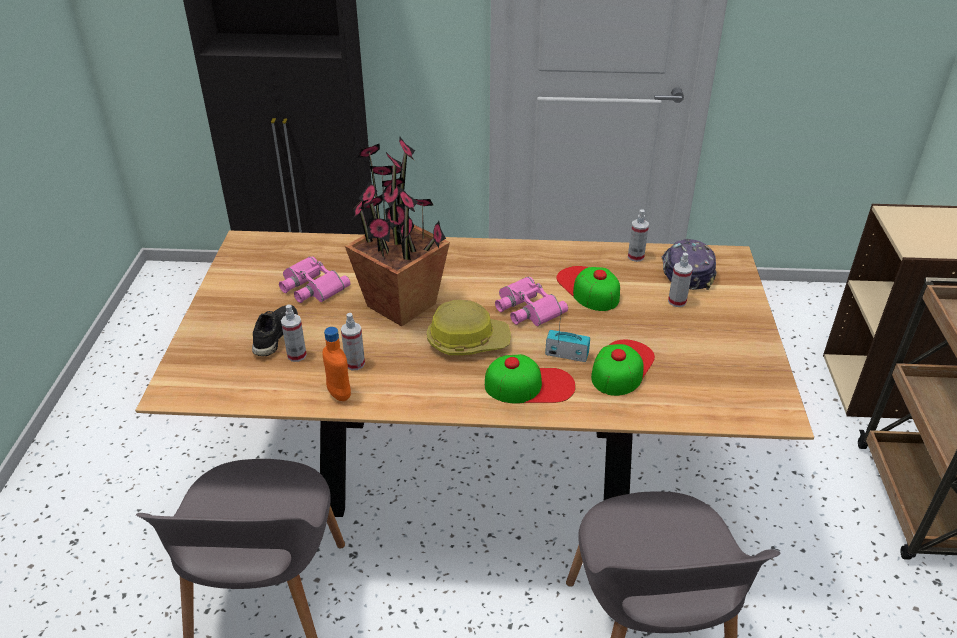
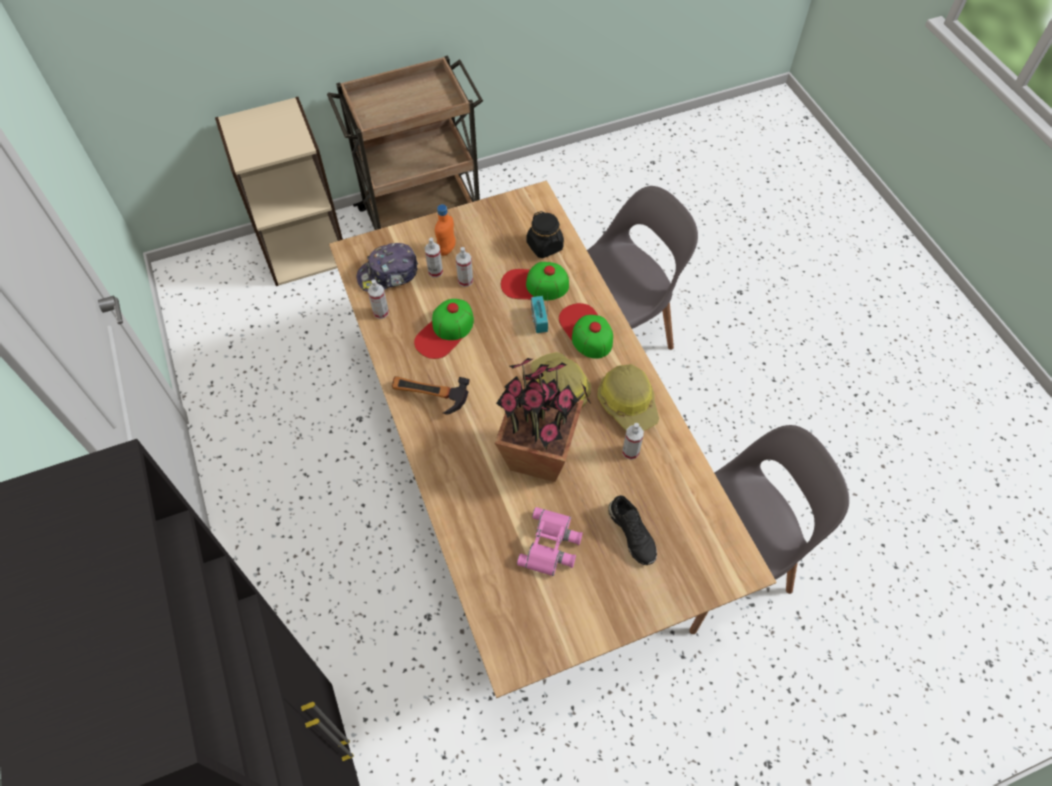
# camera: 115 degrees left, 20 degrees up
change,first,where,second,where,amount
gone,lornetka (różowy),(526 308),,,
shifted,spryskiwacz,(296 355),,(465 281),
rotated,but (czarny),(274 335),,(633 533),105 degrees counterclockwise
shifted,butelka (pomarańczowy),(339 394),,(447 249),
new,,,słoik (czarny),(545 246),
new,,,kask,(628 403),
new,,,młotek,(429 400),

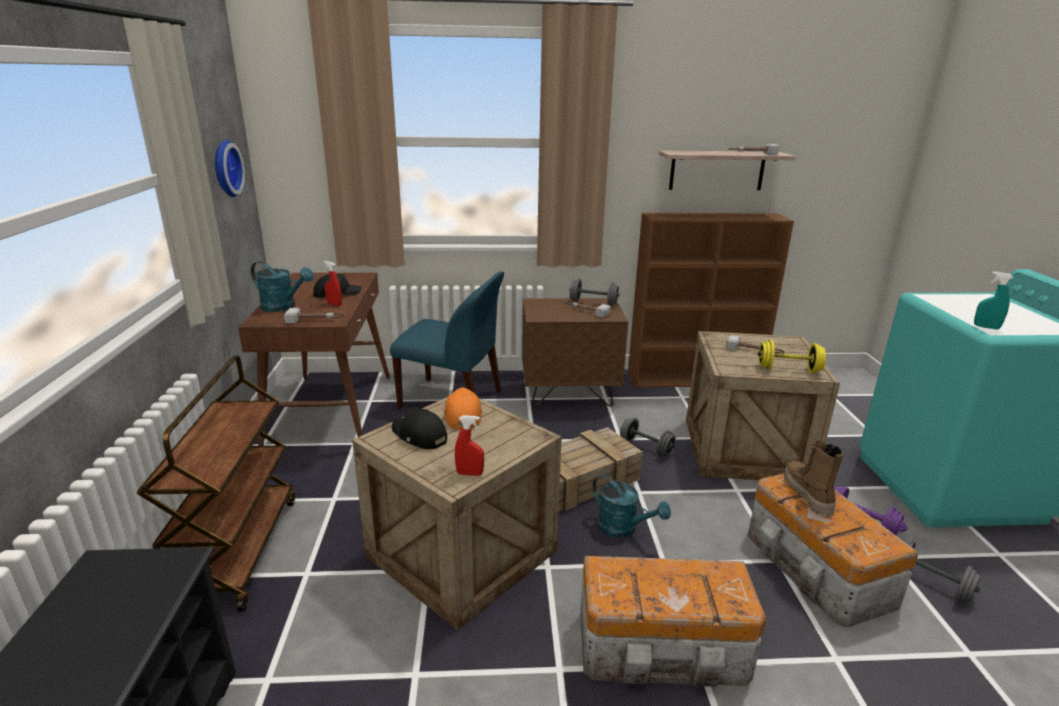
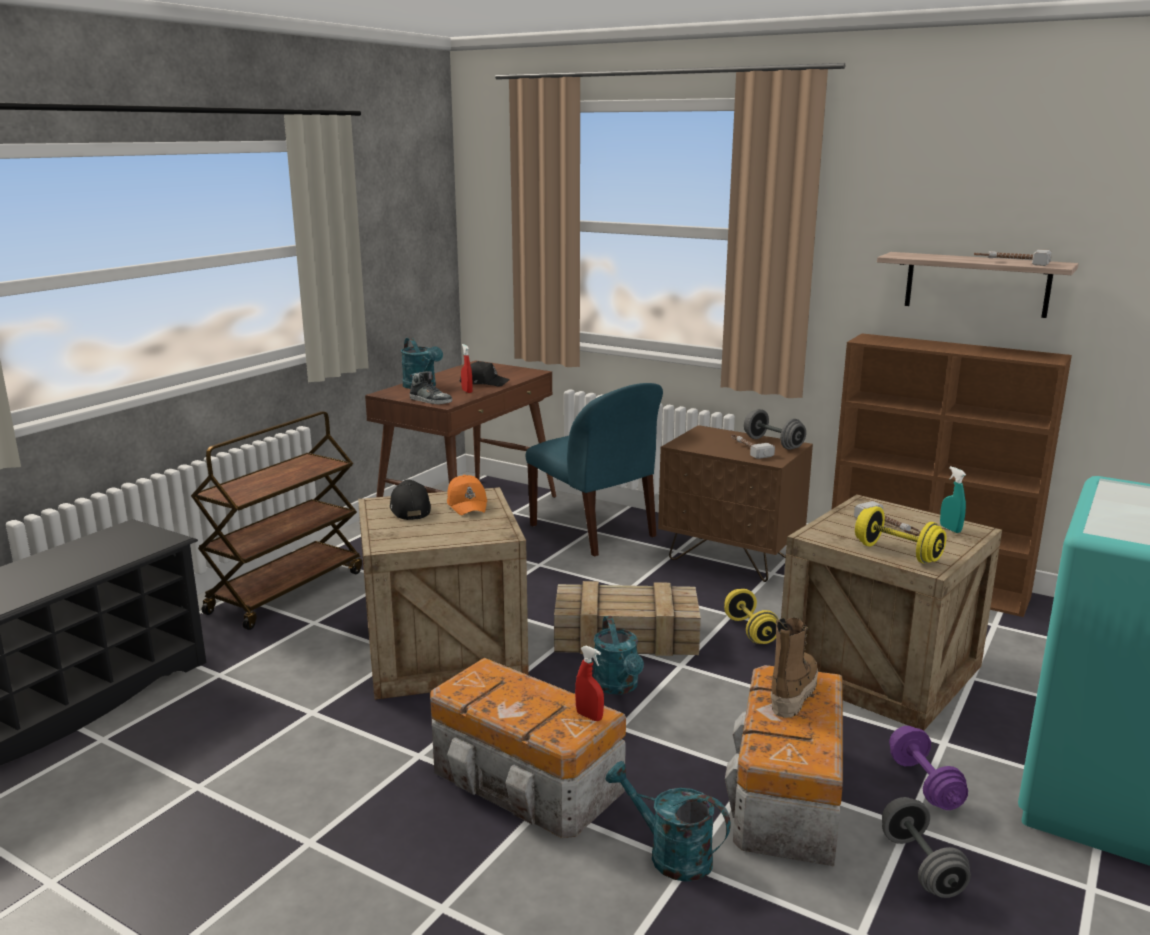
# camera: 35 degrees right, 5 degrees down
change,first,where,second,where,amount
gone,zegar ścienny,(224 168),,,
shifted,spryskiwacz (turkusowy),(986 327),,(950 529),
swapped,młotek,(315 320),but,(430 400),
rotated,czapka z daszkiem (pomarańczowy),(462 415),,(467 504),135 degrees clockwise
shifted,spryskiwacz (czerwony),(469 473),,(589 716),
repainted,hantel (szary),(646 447),hantel (żółty),(750 631),
new,,,konewka (turkusowy),(670 855),

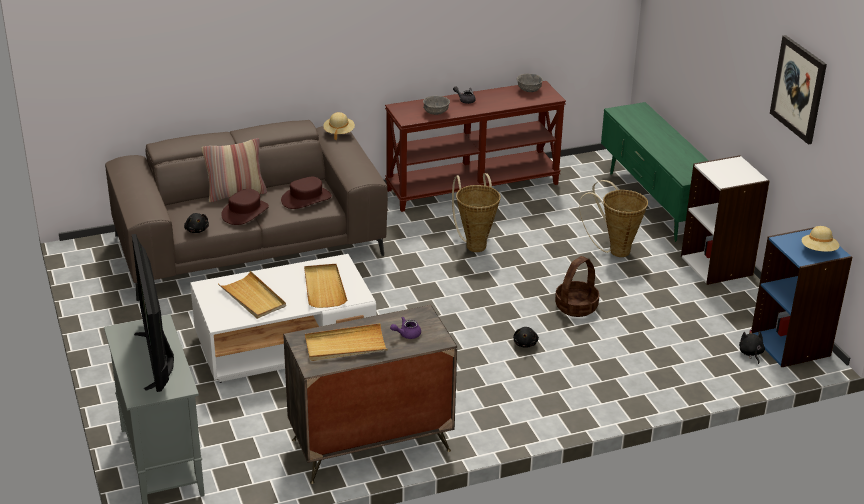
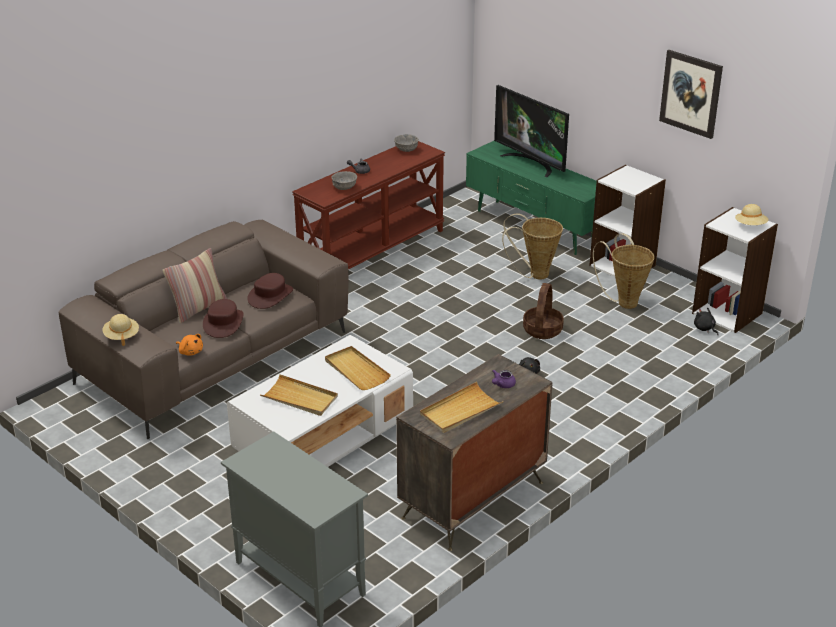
# camera: 25 degrees left, 0 degrees up
change,first,where,second,where,amount
shifted,kapelusz (beżowy),(339 132),,(121 336),
shifted,koszyk,(475 244),,(624 301),
repainted,pluszak (czarny),(197 230),pluszak (pomarańczowy),(190 352),
repainted,regał (niebieski),(791 345),regał (biały),(727 313),
shifted,telewizor,(158 358),,(531 163),

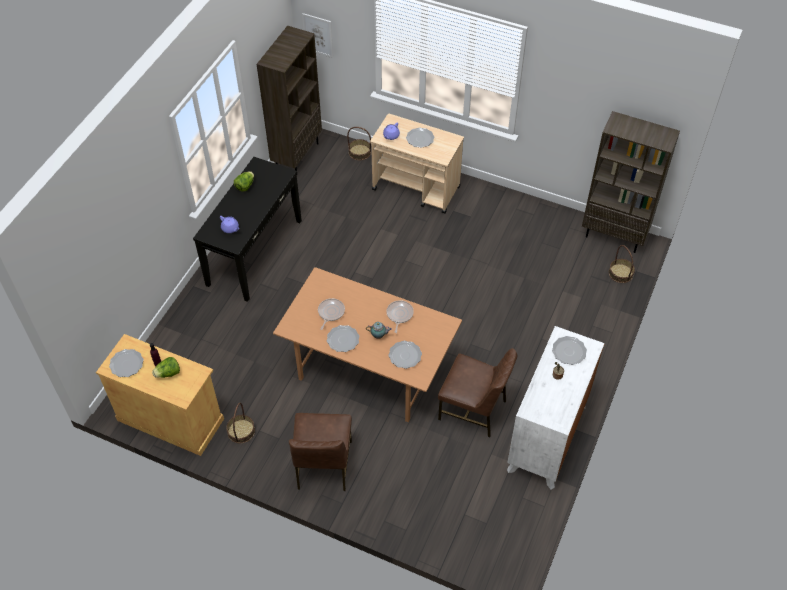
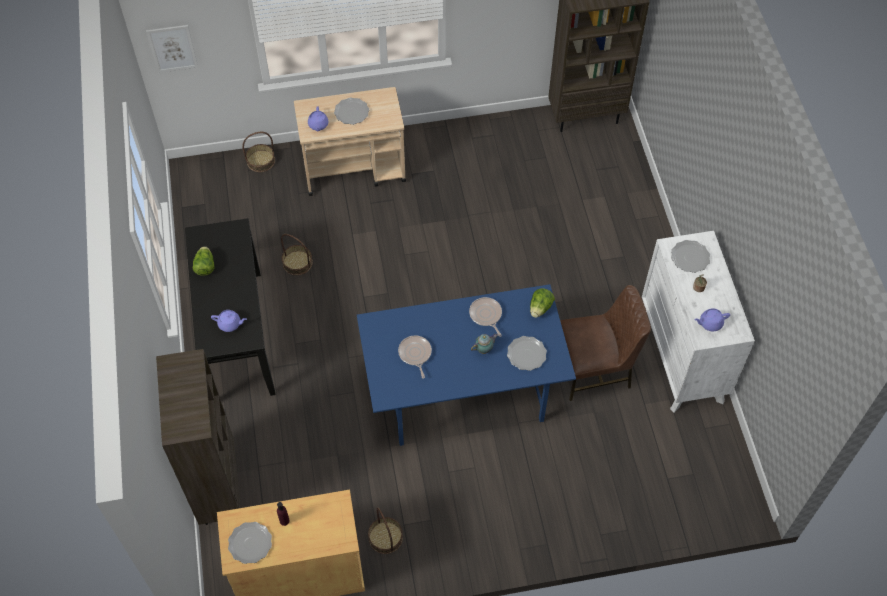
# camera: 35 degrees left, 5 degrees up
change,first,where,second,where,amount
shifted,regał (brązowy),(297 155),,(218 488),
shifted,koszyk,(621 273),,(297 262),
repainted,stół jadalny (brązowy),(368 370),stół jadalny (niebieski),(462 392),
gone,talerz,(343 339),,,
shifted,sałata,(168 373),,(540 308),
gone,krzesło (brązowy),(323 466),,,
new,,,imbryk (fioletowy),(710 323),

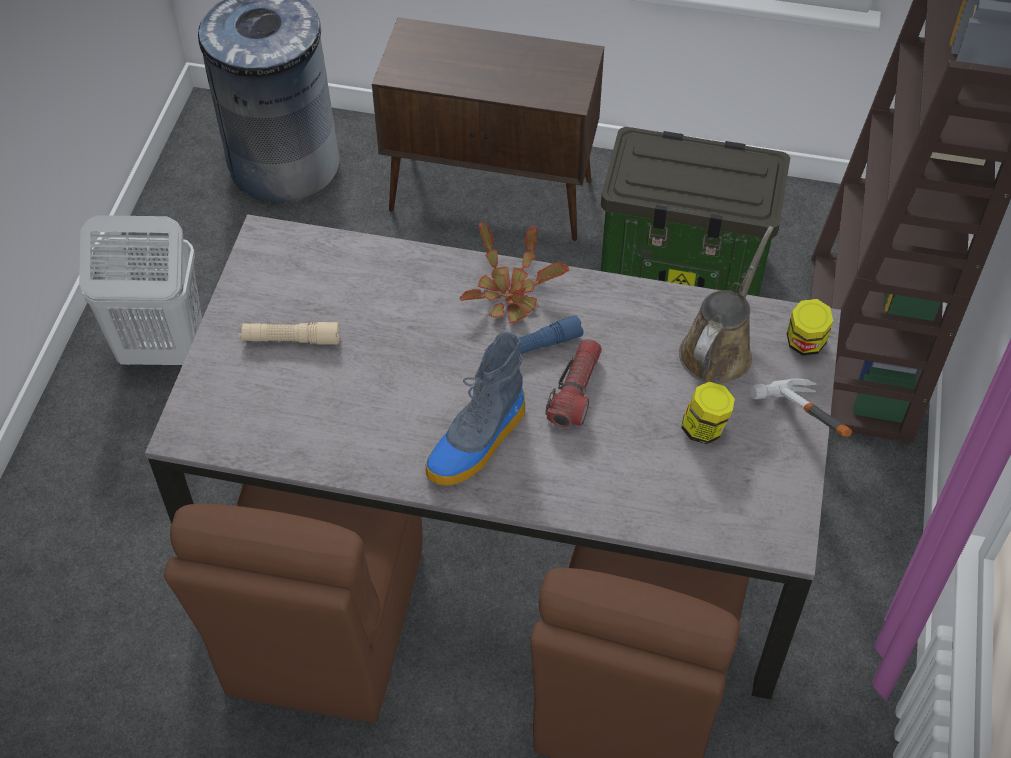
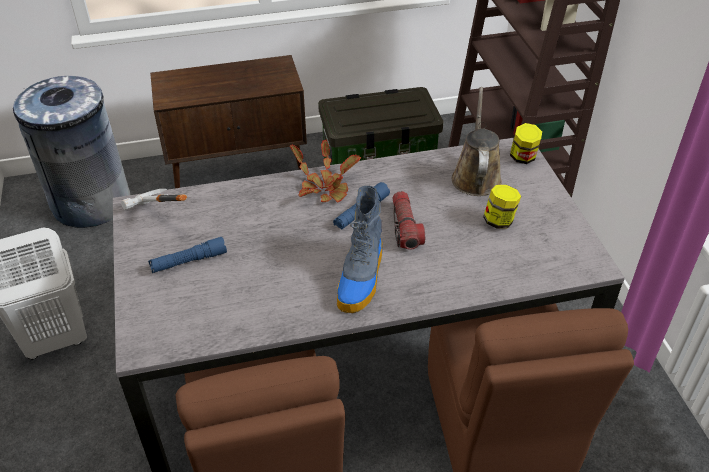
# camera: 25 degrees left, 10 degrees down
change,first,where,second,where,amount
repainted,latarka (beżowy),(290 339),latarka (niebieski),(189 261),
shifted,młotek,(791 429),,(157 220),

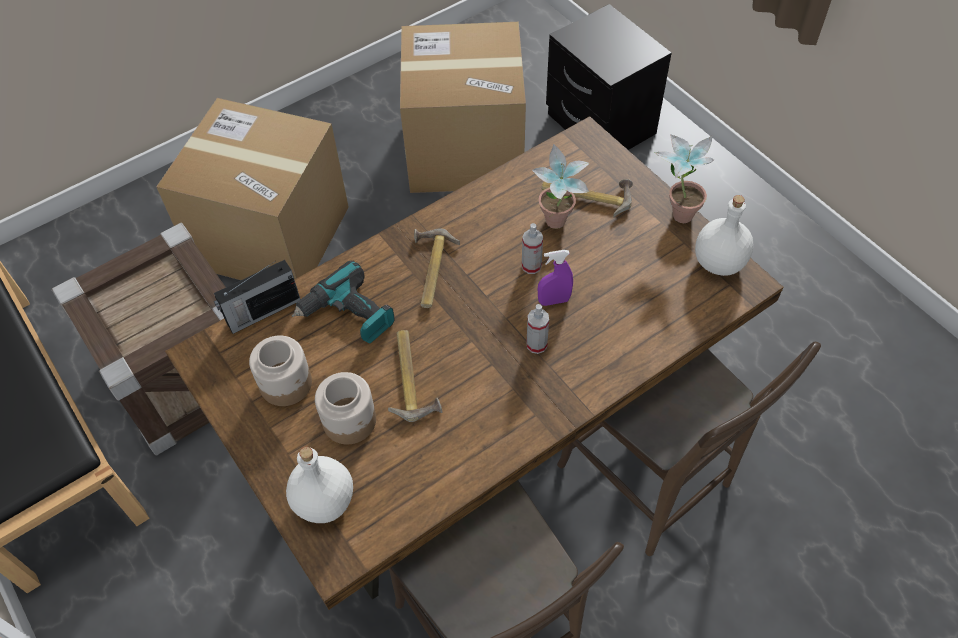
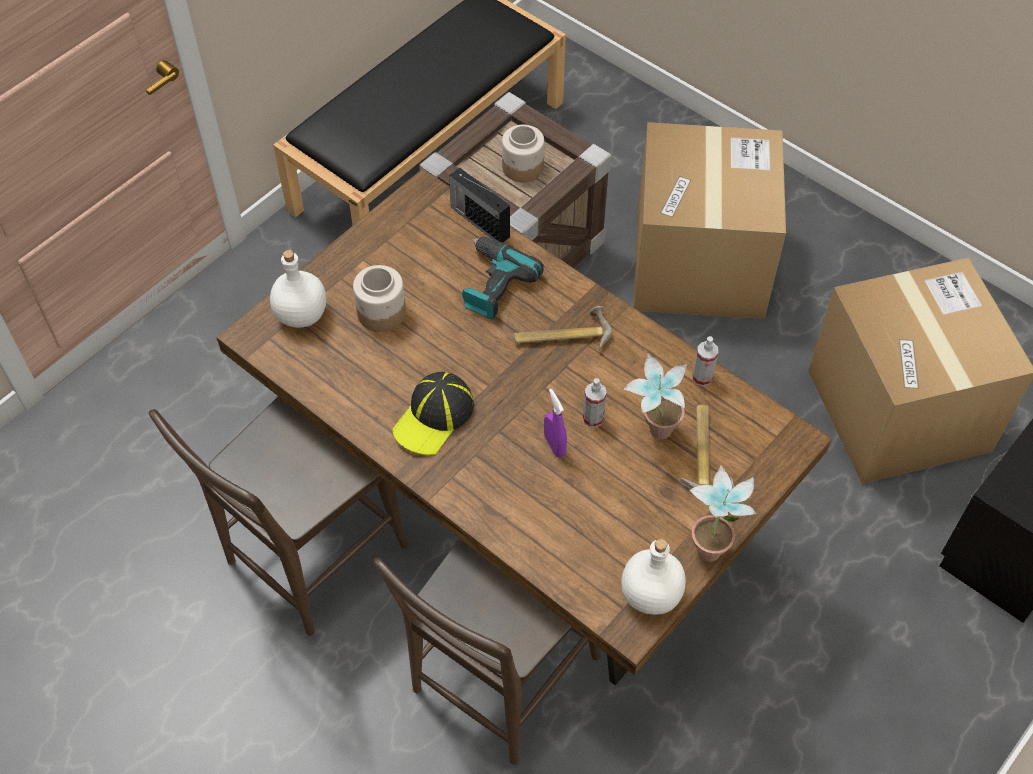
# camera: 75 degrees right, 0 degrees up
change,first,where,second,where,amount
shifted,spryskiwacz,(536 345),,(702 377),
gone,młotek,(413 377),,,
shifted,słoik,(286 383),,(523 167),
new,,,czapka z daszkiem,(434 417),

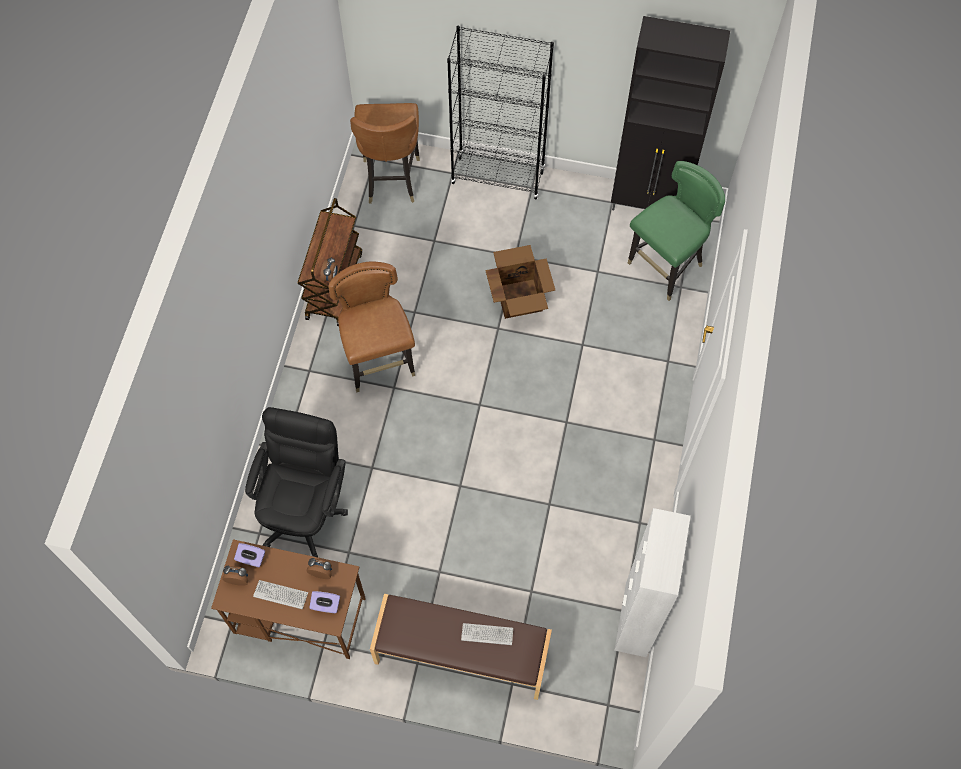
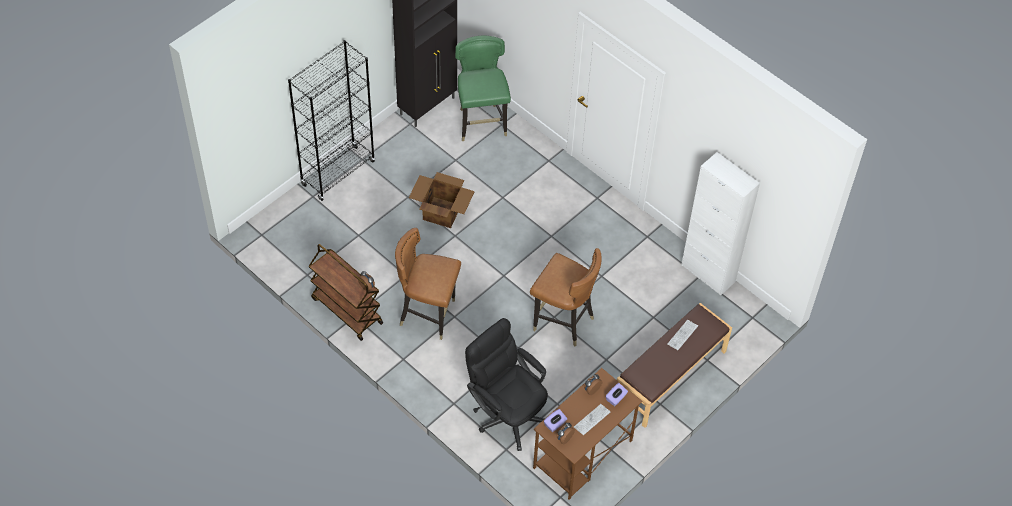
# camera: 60 degrees left, 10 degrees down
change,first,where,second,where,amount
shifted,krzesło (brązowy),(391 179),,(563 322),

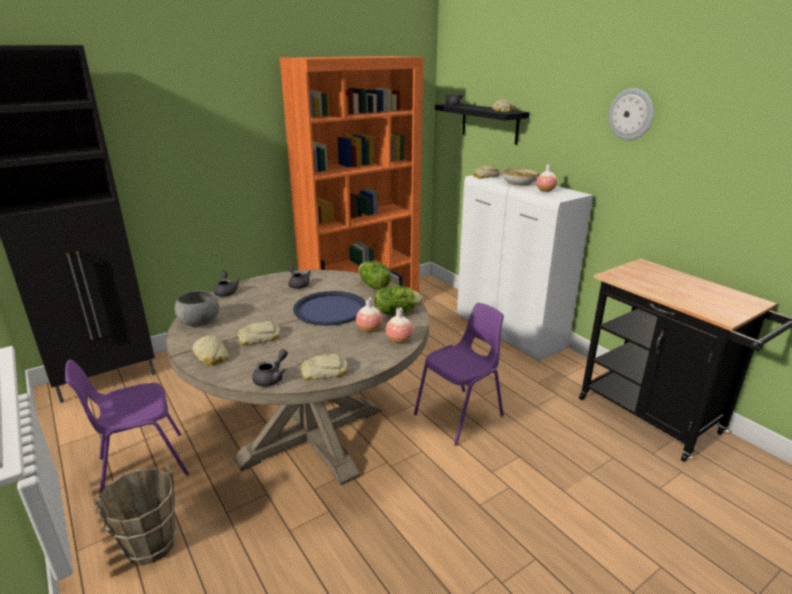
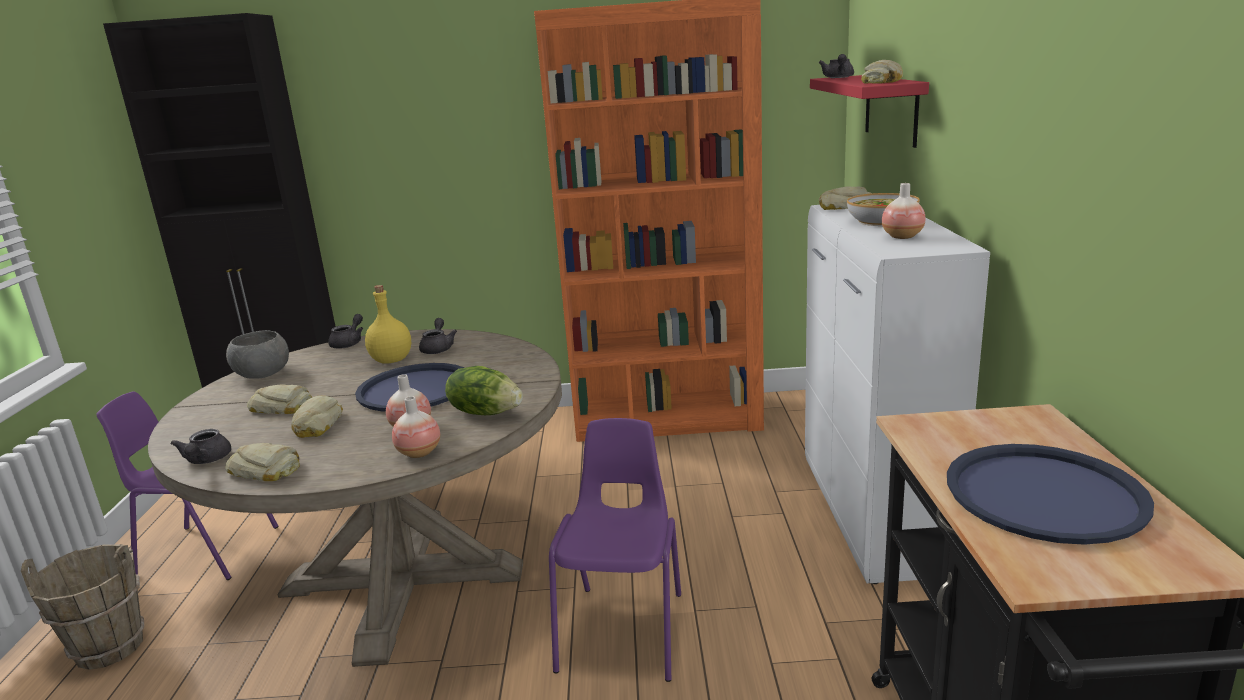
# camera: 35 degrees right, 5 degrees down
change,first,where,second,where,amount
gone,zegar ścienny,(631 114),,,
repainted,półka (czarny),(489 123),półka (czerwony),(891 108),
gone,sałata,(373 286),,,
rotated,krzesło (fioletowy),(460 415),,(624 630),75 degrees counterclockwise
shifted,chleb,(211 355),,(316 425),
rotated,imbryk (szary),(271 378),,(206 460),105 degrees clockwise
new,,,butelka (żółty),(391 360),
new,,,taca (niebieski),(1044 494),

